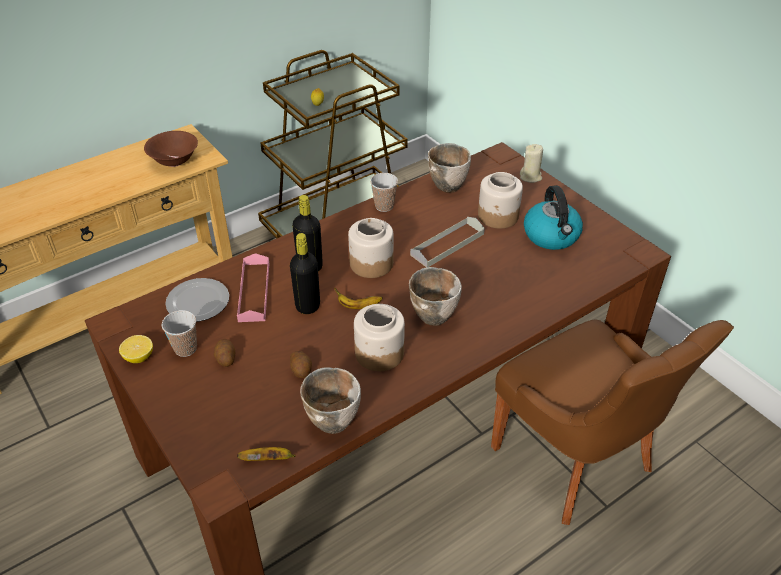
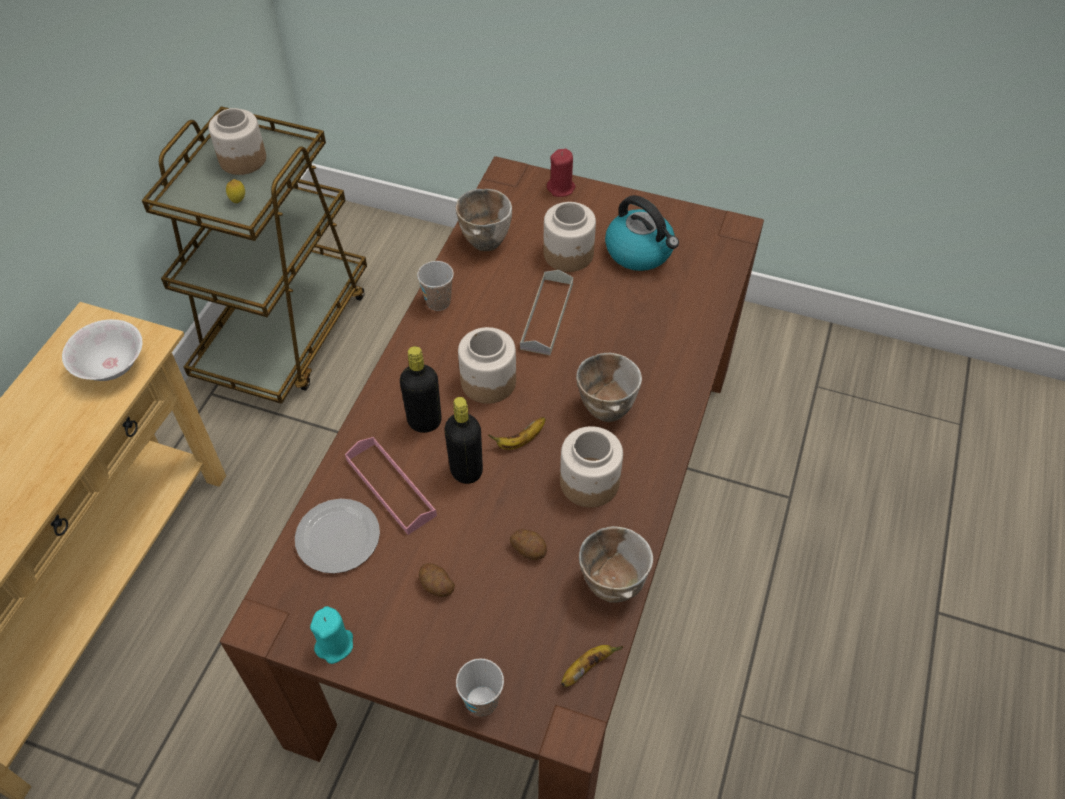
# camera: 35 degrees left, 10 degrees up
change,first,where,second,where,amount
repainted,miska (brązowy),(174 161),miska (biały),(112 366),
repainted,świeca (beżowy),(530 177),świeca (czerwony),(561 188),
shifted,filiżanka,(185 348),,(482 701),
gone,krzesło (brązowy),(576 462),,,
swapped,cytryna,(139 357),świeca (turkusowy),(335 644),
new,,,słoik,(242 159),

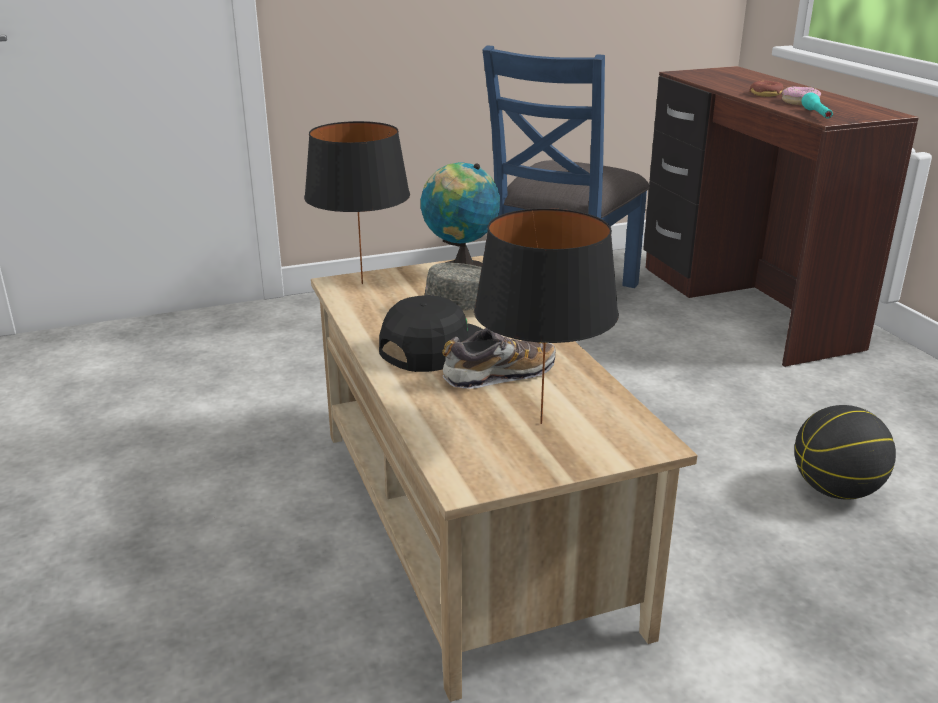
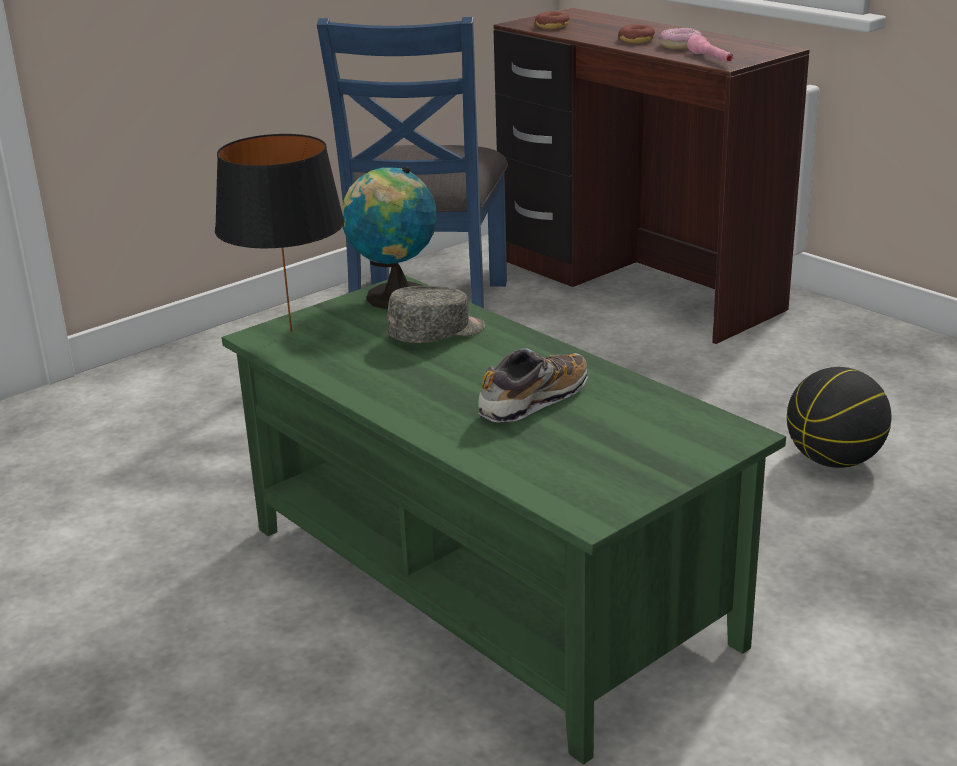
# camera: 20 degrees left, 0 degrees up
change,first,where,second,where,amount
repainted,latarka (turkusowy),(817 115),latarka (różowy),(711 59),
gone,lampa stołowa (czarny),(539 423),,,
repainted,ława (beżowy),(467 522),ława (zielony),(483 584),
gone,czapka z daszkiem (czarny),(433 347),,,
new,,,donut,(552 26),

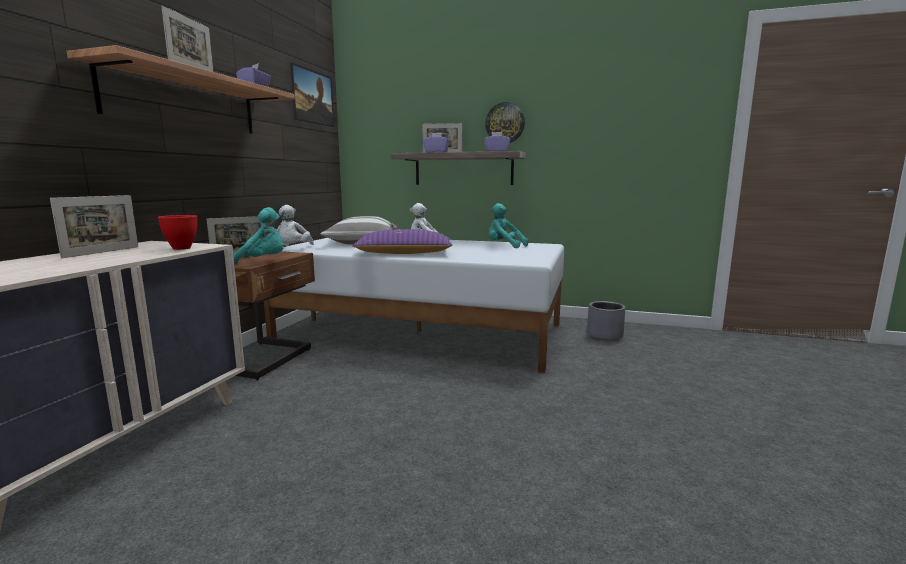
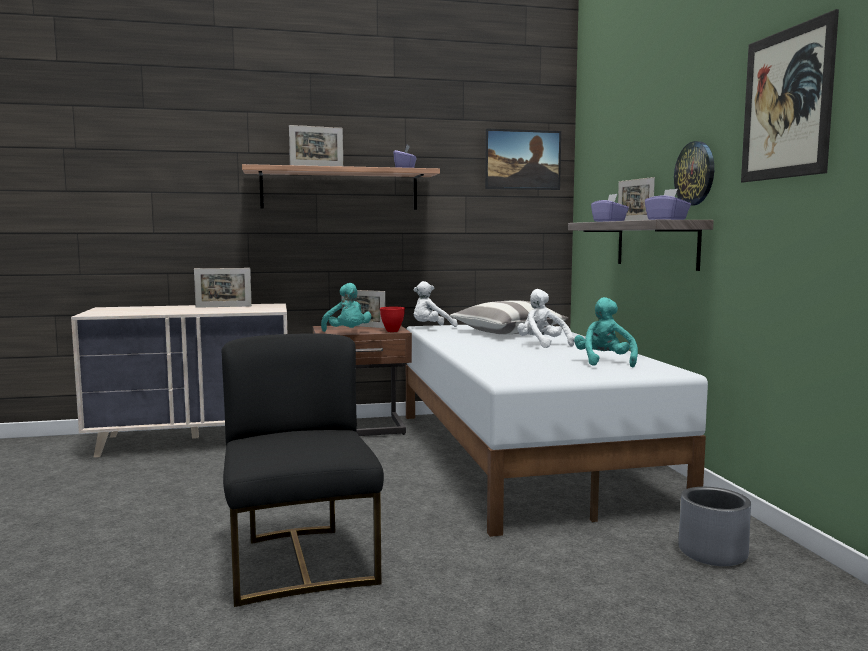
# camera: 60 degrees right, 5 degrees down
change,first,where,second,where,amount
shifted,miska (czerwony),(182 248),,(393 331),
gone,poduszka (fioletowy),(403 253),,,
new,,,obraz,(786 104),
new,,,krzesło (czarny),(301 562),

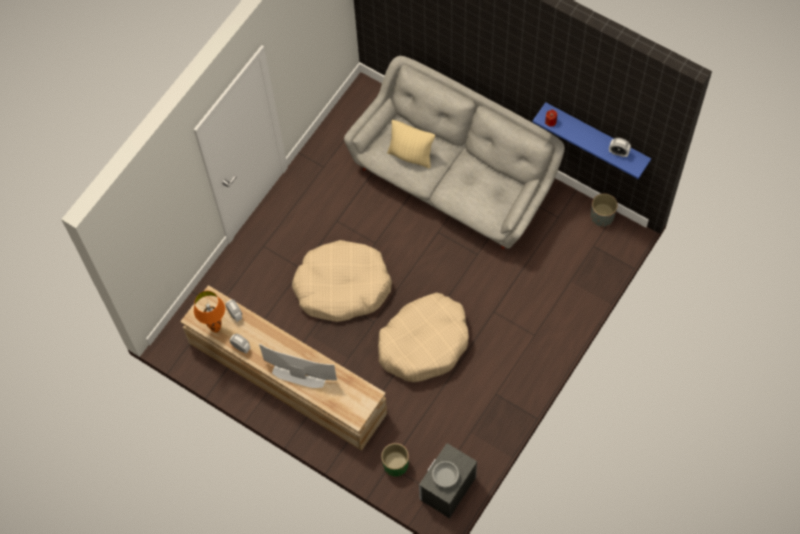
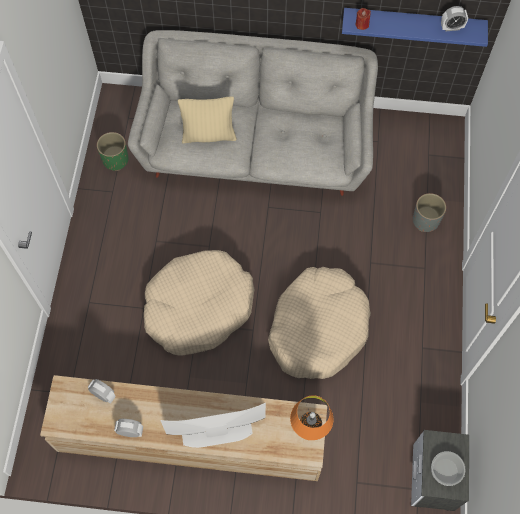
# camera: 30 degrees left, 0 degrees up
change,first,where,second,where,amount
shifted,donica (szary),(602 216),,(425 220),
shifted,lampa stołowa (pomarańczowy),(216 329),,(308 435),
shifted,donica (zielony),(395 464),,(115 160),

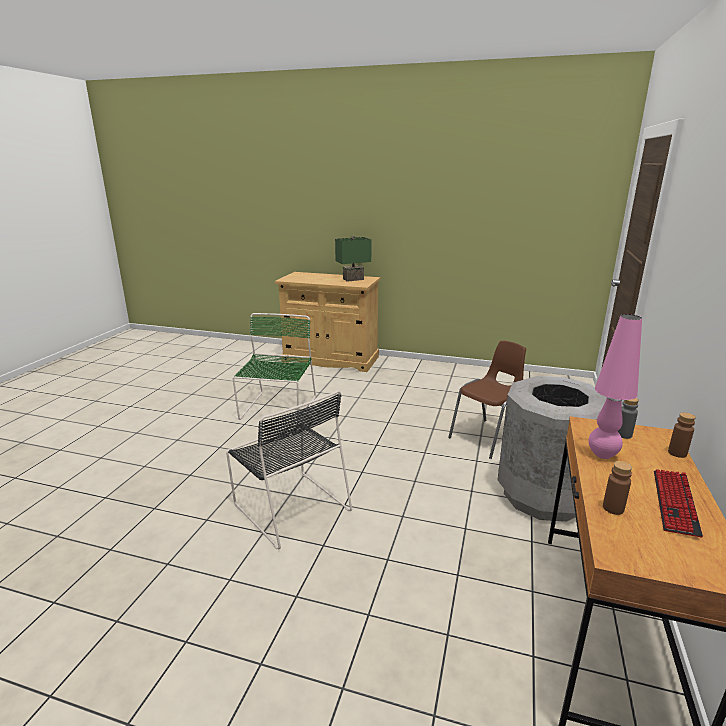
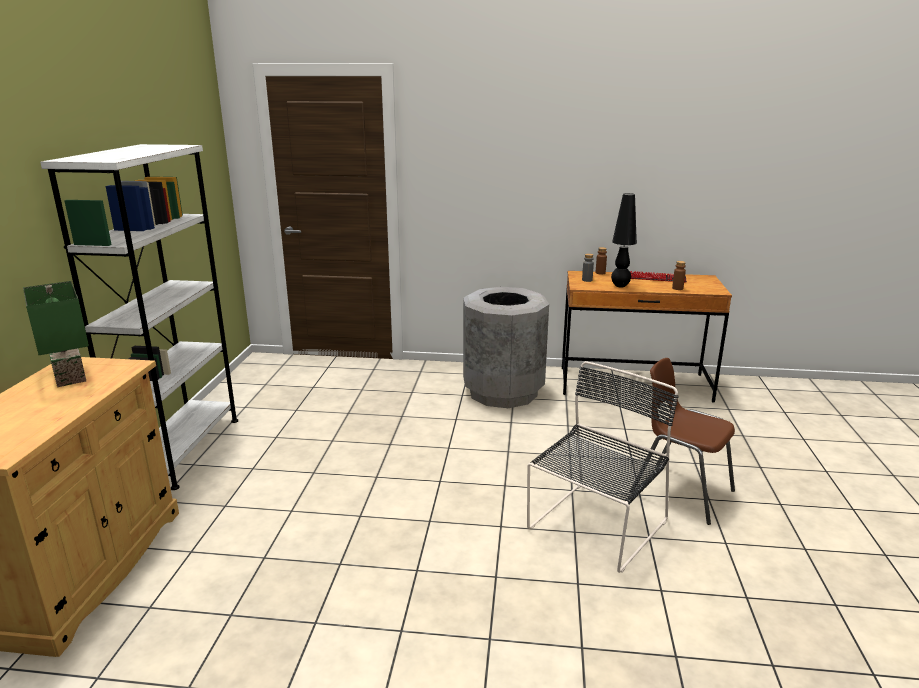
# camera: 100 degrees left, 0 degrees up
change,first,where,second,where,amount
gone,krzesło (zielony),(277 409),,,
repainted,lampa stołowa (różowy),(602 455),lampa stołowa (czarny),(620 286),
shifted,krzesło (brązowy),(487 438),,(680 491),
new,,,regał (biały),(182 450),

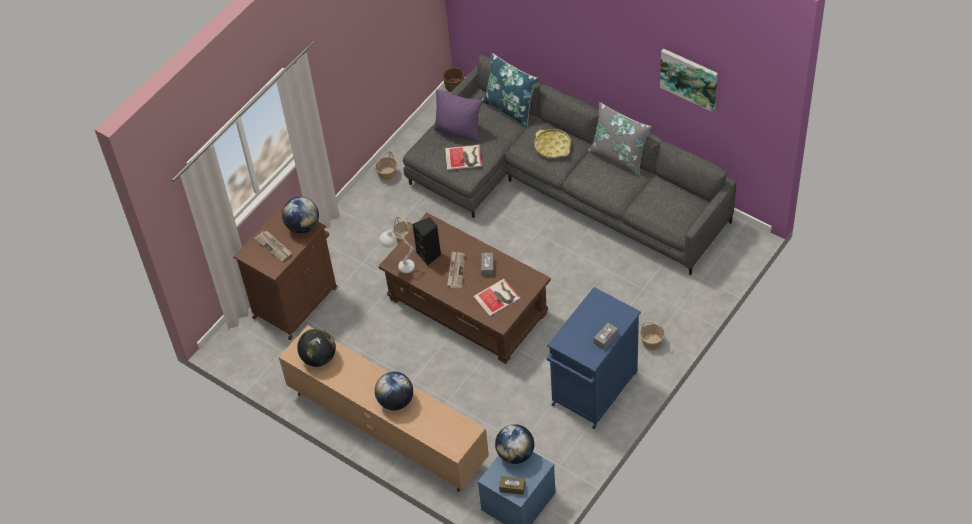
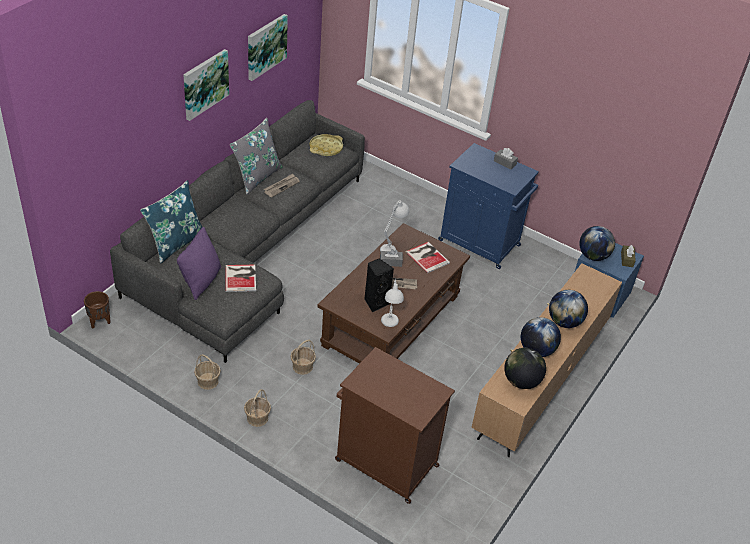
# camera: 100 degrees left, 10 degrees down
change,first,where,second,where,amount
shifted,taca (żółty),(552 146),,(326 148),
shifted,globus,(303 226),,(536 350),
shifted,gazeta,(274 246),,(281 186),
shifted,koszyk,(651 342),,(257 418),
new,,,obraz,(205 84),
new,,,lampa stołowa (biały),(392 247),

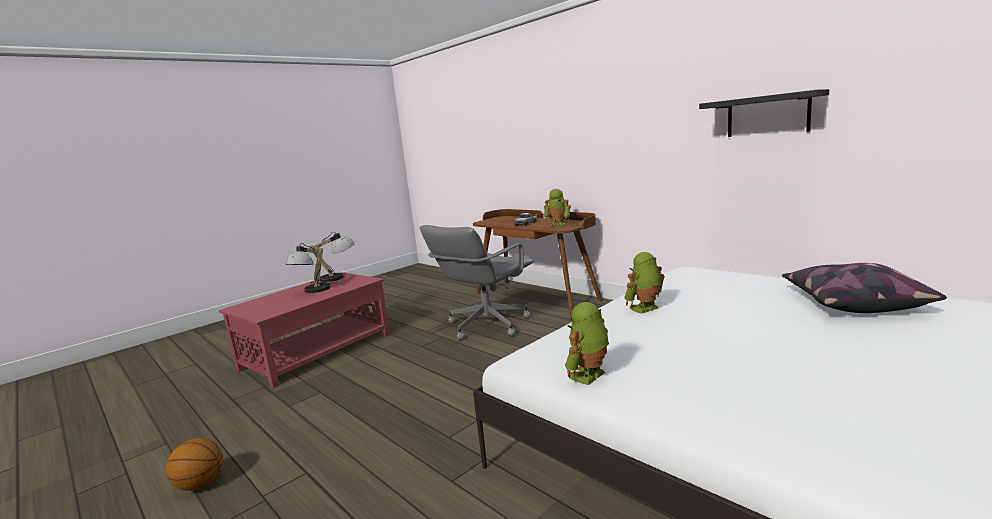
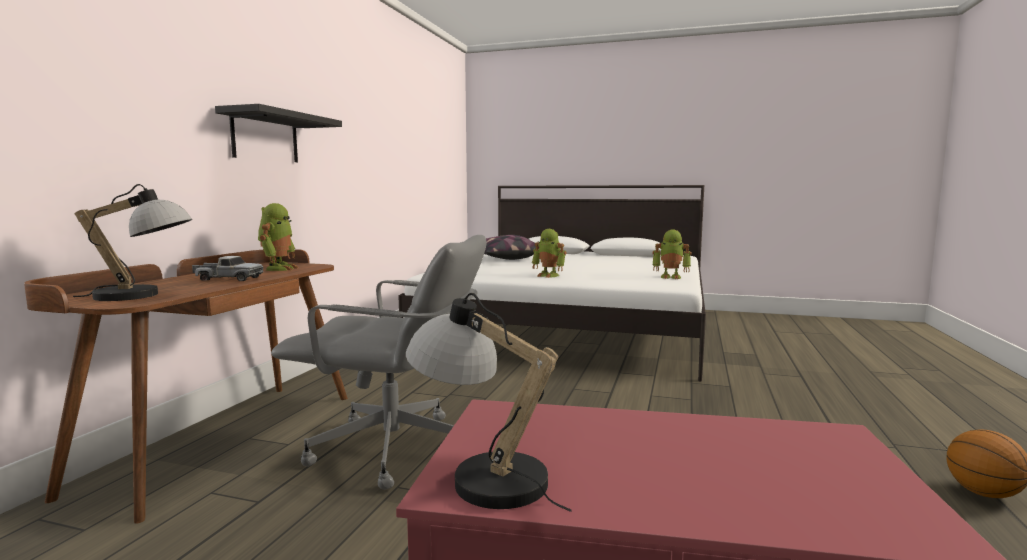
# camera: 120 degrees left, 5 degrees down
change,first,where,second,where,amount
shifted,półka (czarny),(767 115),,(265 137),
shifted,lampa stołowa,(313 291),,(143 295),

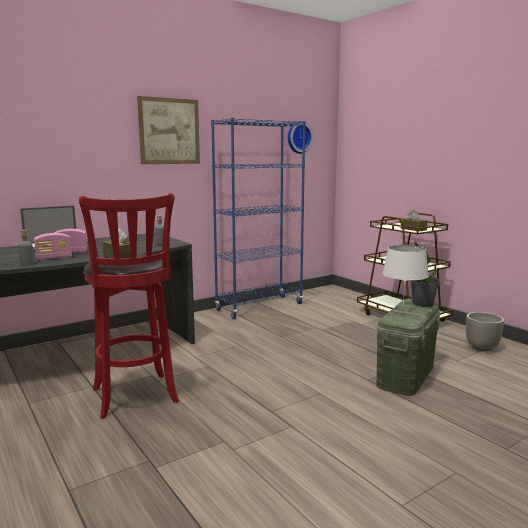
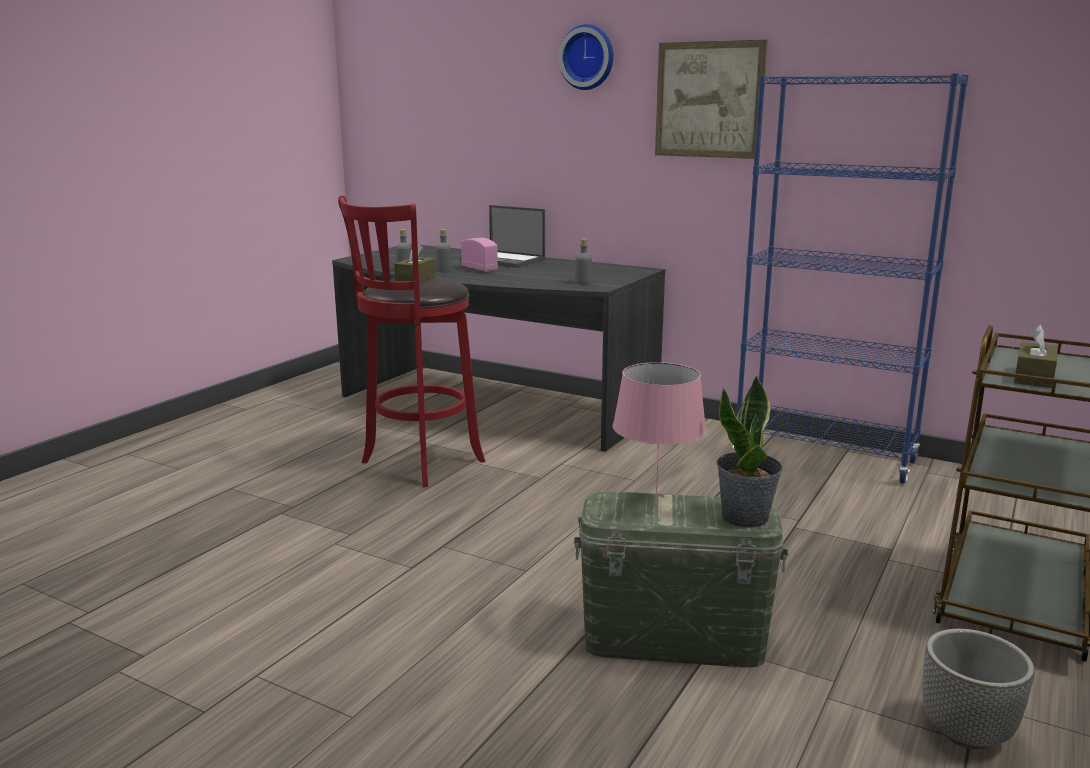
# camera: 65 degrees right, 5 degrees up
change,first,where,second,where,amount
shifted,zegar ścienny,(298 137),,(588 57),
swapped,radio,(54 258),butelka (szary),(444 270),
repainted,lampa stołowa (biały),(402 312),lampa stołowa (różowy),(657 504),

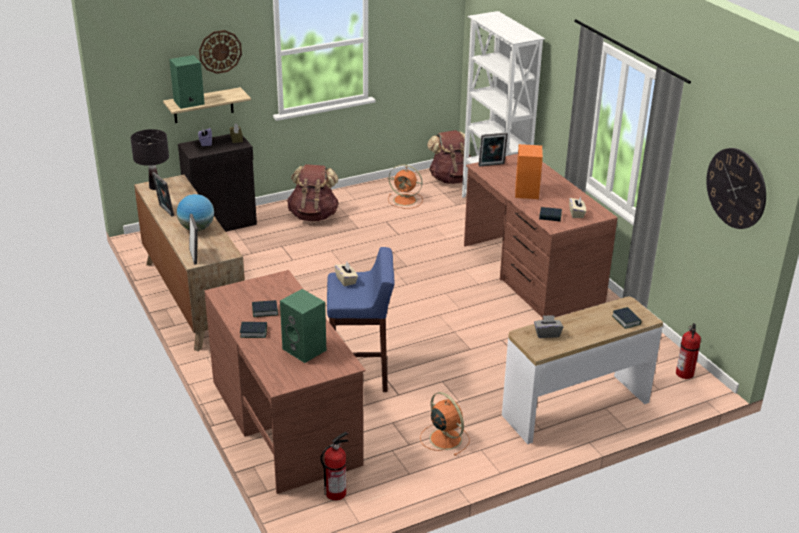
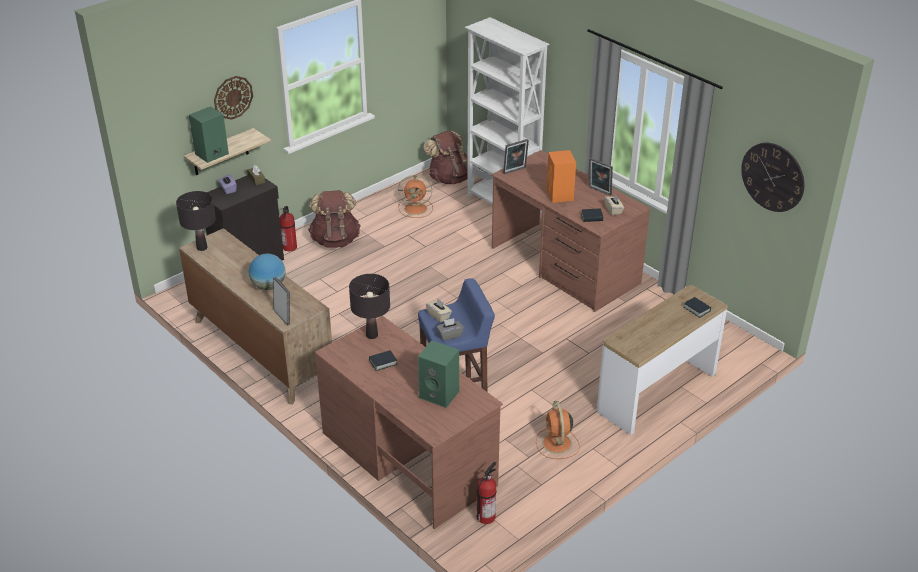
# camera: 15 degrees left, 5 degrees up
change,first,where,second,where,amount
shifted,ramka na zdjęcie,(165 211),,(599 191),
shifted,pudełko chusteczek (szary),(547 334),,(449 335),
gone,książka,(253 332),,,
shifted,gaśnica,(685 374),,(290 247),
rotated,wentylator (pomarańczowy),(444 438),,(557 444),135 degrees counterclockwise
new,,,lampa stołowa (czarny),(372 335),

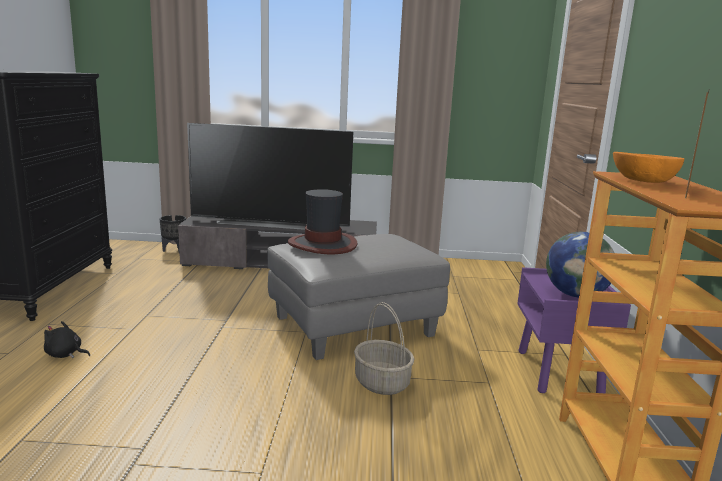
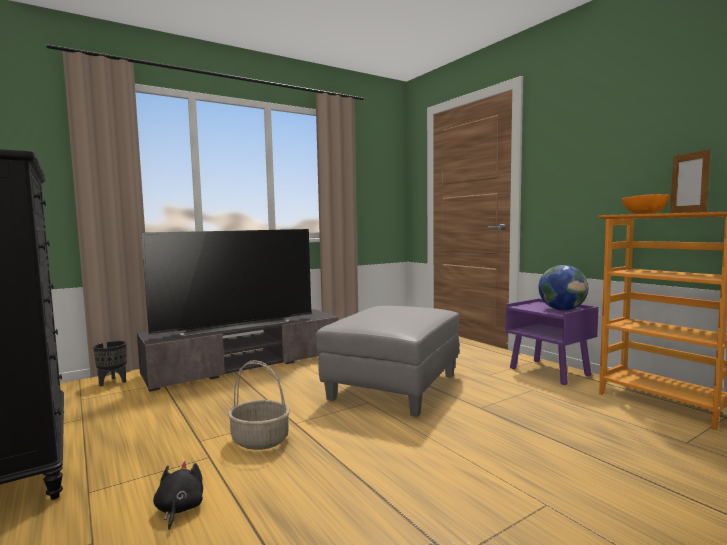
# camera: 35 degrees left, 10 degrees down
change,first,where,second,where,amount
gone,kapelusz,(323 244),,,
shifted,koszyk,(382 383),,(261 440),
rotated,pluszak (czarny),(65 354),,(179 509),105 degrees clockwise

